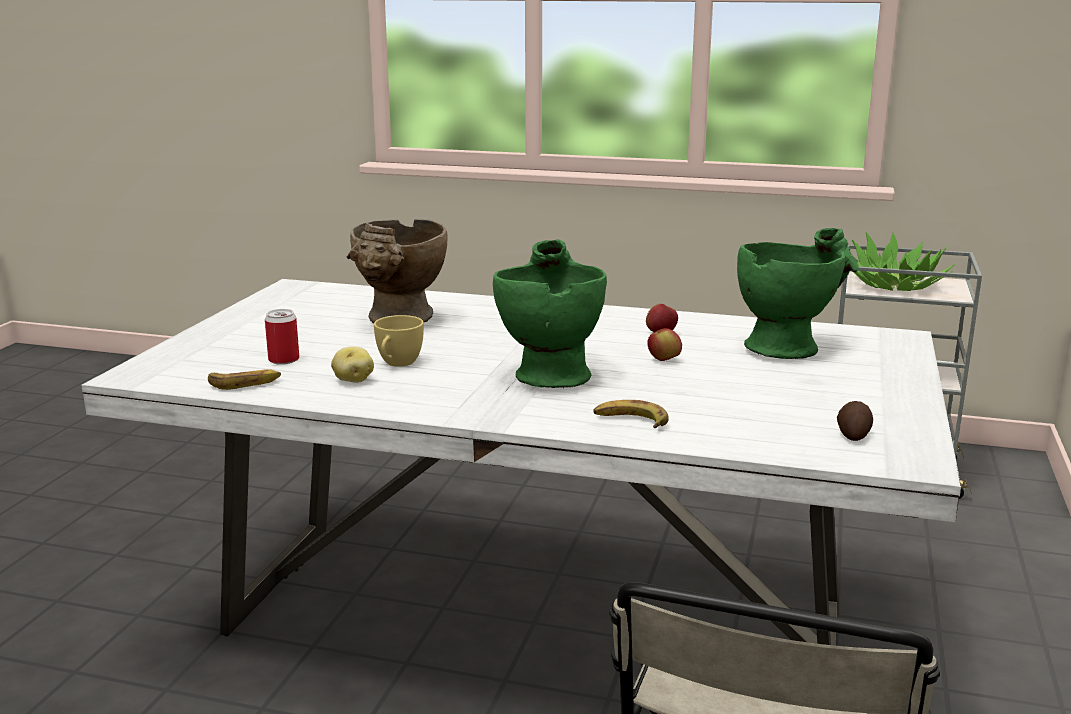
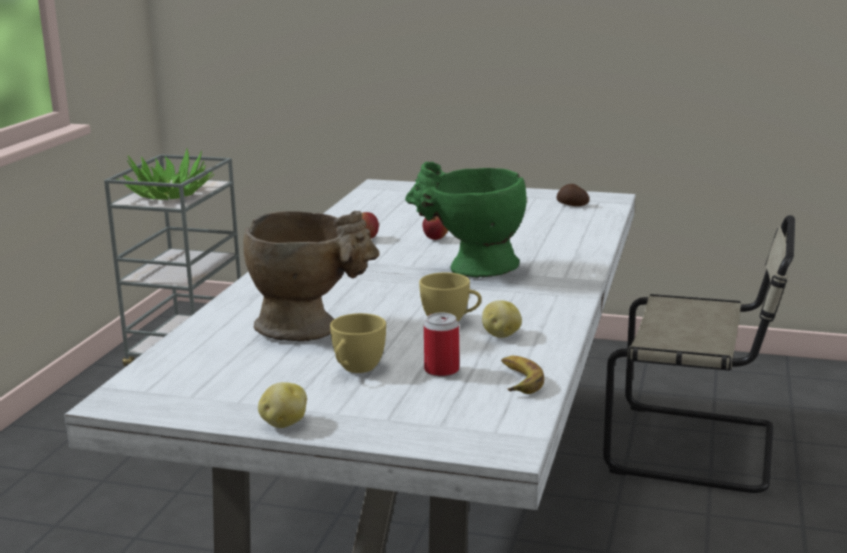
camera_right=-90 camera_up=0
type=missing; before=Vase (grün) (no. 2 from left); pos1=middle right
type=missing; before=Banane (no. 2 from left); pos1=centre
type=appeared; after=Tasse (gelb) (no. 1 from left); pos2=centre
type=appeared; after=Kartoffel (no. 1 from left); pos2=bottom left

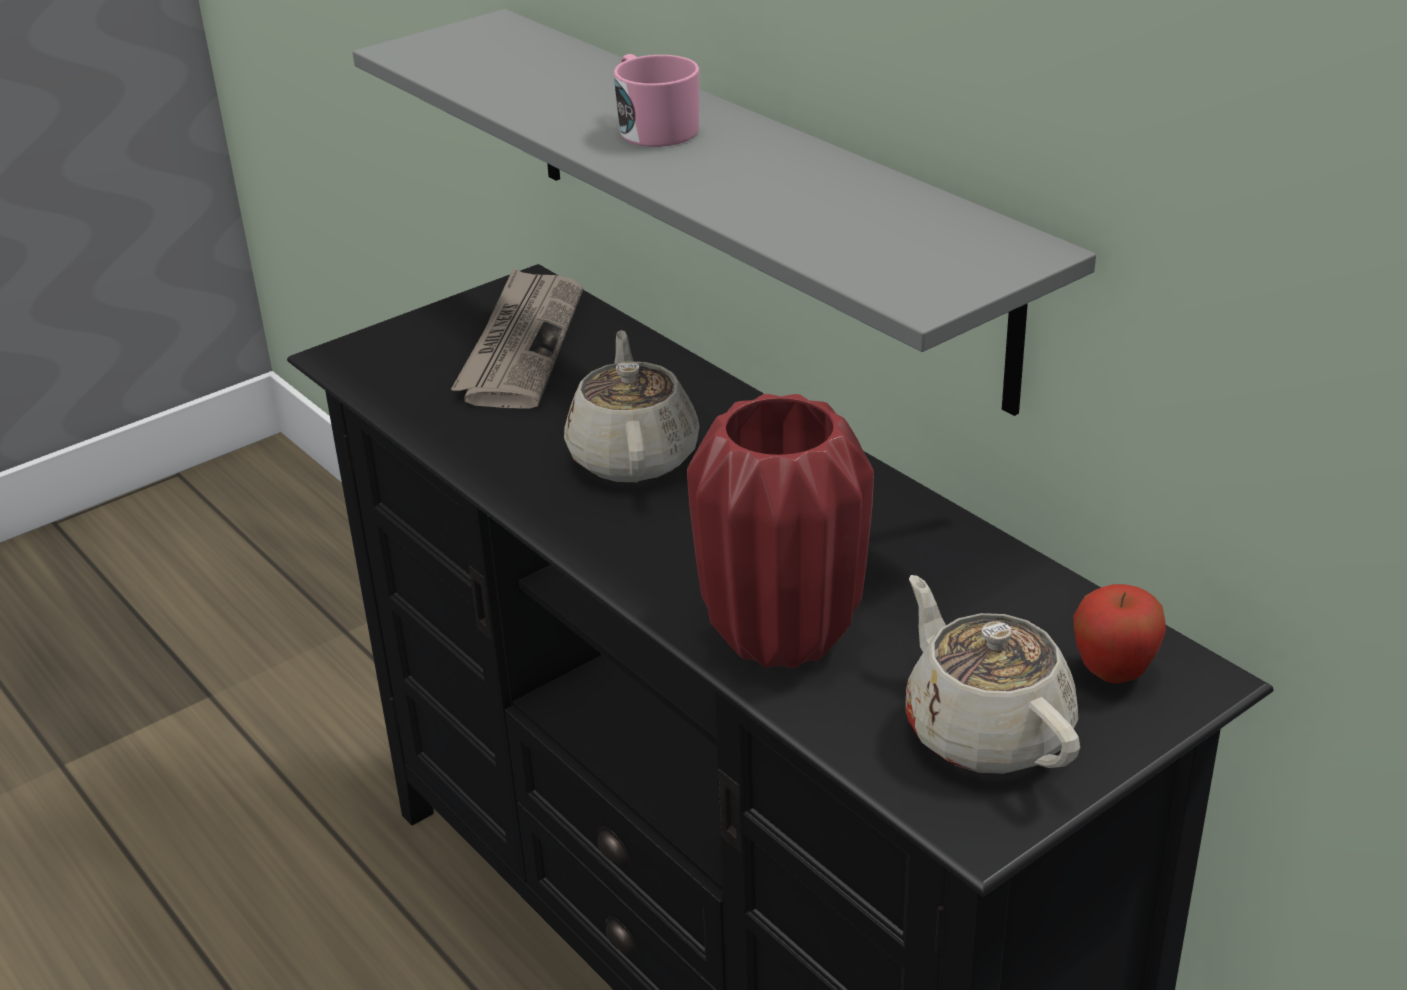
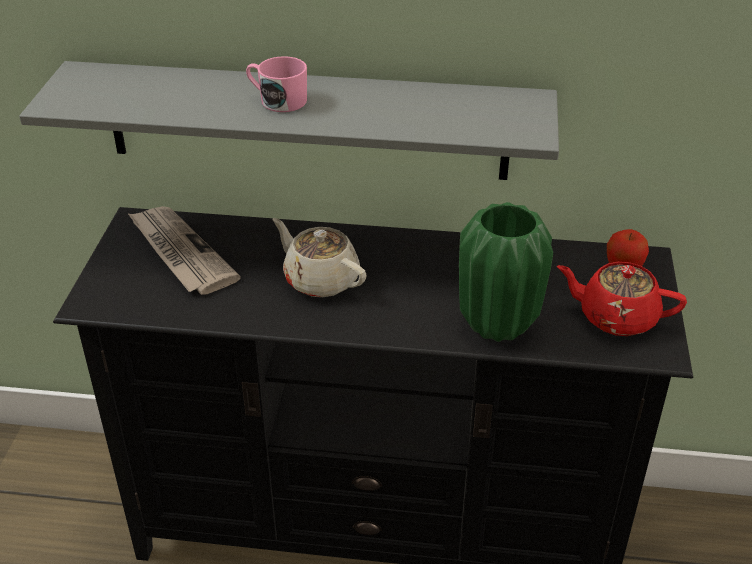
camera_right=-45 camera_up=5
type=colour; before=Vase (rot); after=Vase (grün); pos1=centre; pos2=middle right
type=colour; before=Teekanne (beige) (no. 2 from left); after=Teekanne (rot); pos1=bottom right; pos2=middle right

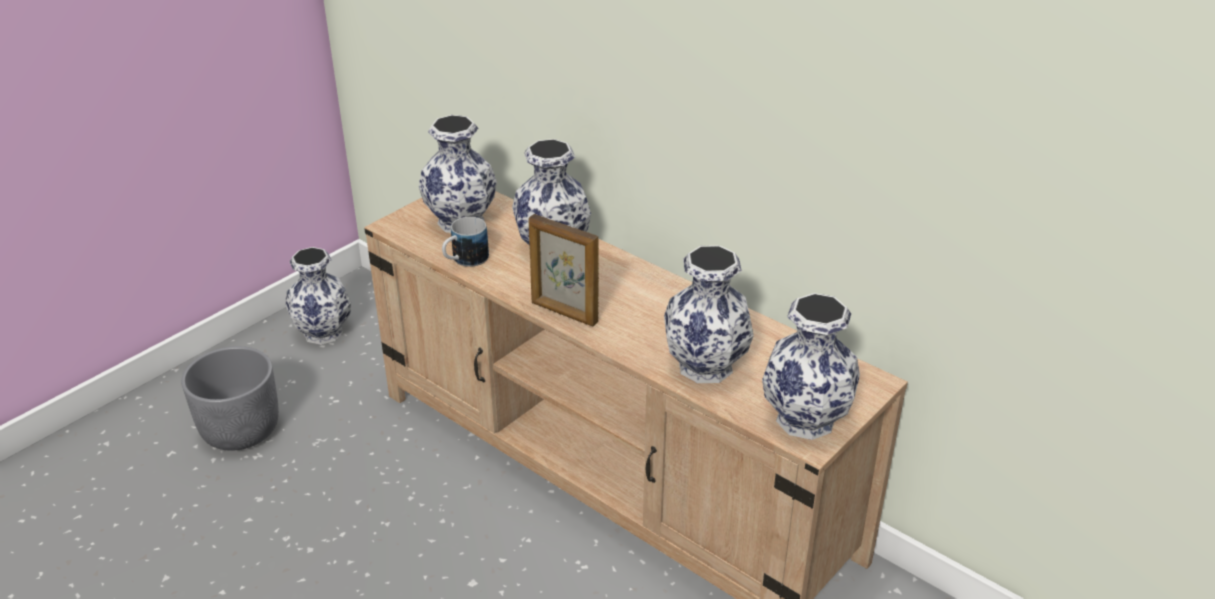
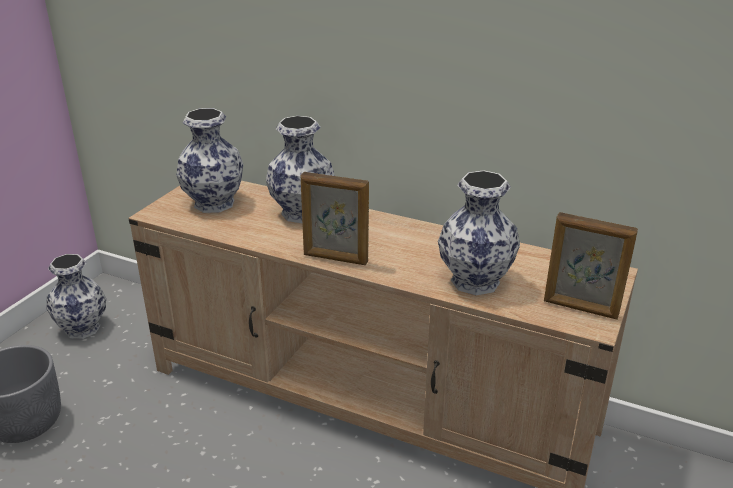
camera_right=-15 camera_up=-5
type=missing; before=Henkelbecher; pos1=centre
type=exchanged; before=Vase (no. 5 from left); after=Bilderrahmen (no. 2 from left); pos1=middle right; pos2=middle right

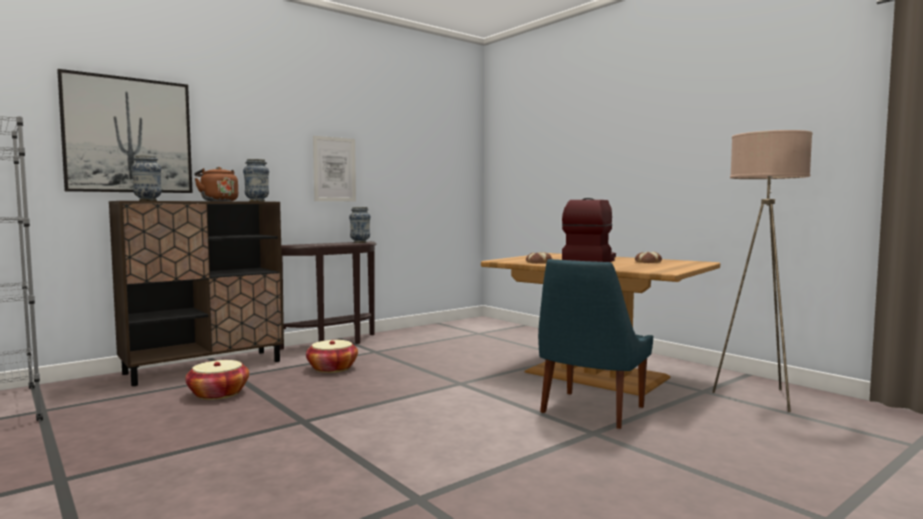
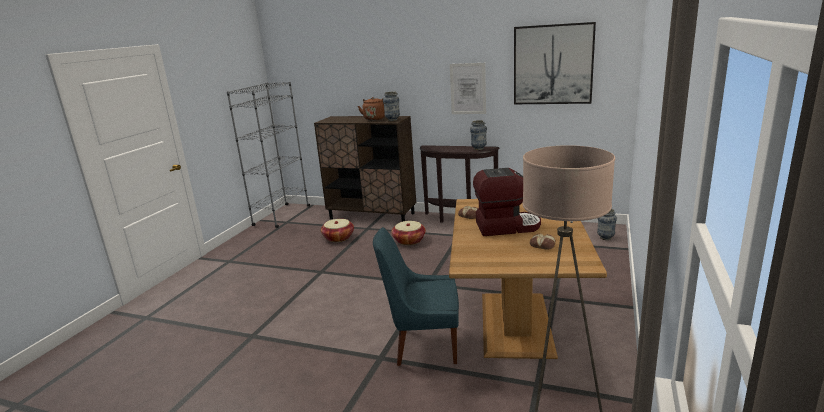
camera_right=60 camera_up=15
type=relocated; before=Bild (no. 1 from left in the first image); after=Bild (no. 2 from left); pos1=top left; pos2=top right
type=relocated; before=Vase (no. 1 from left in the first image); after=Vase (no. 3 from left); pos1=middle left; pos2=middle right

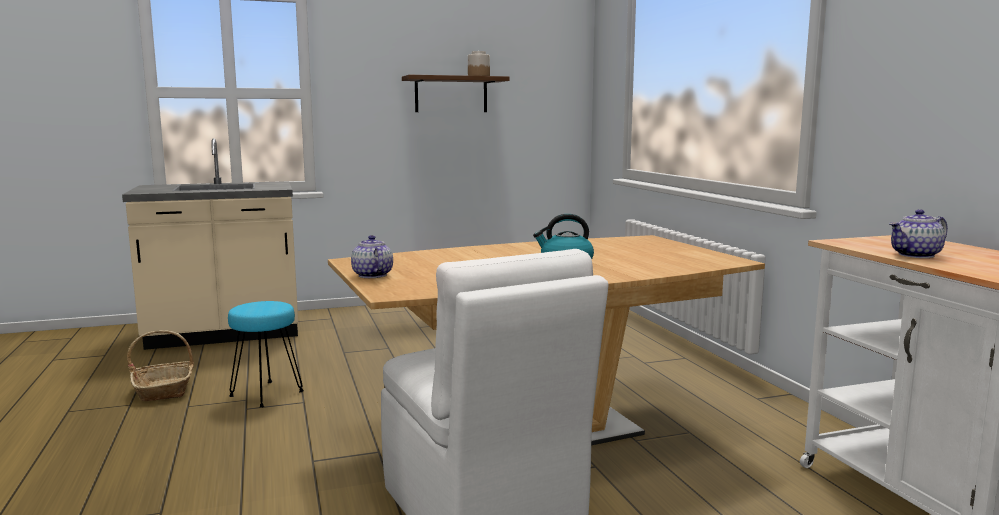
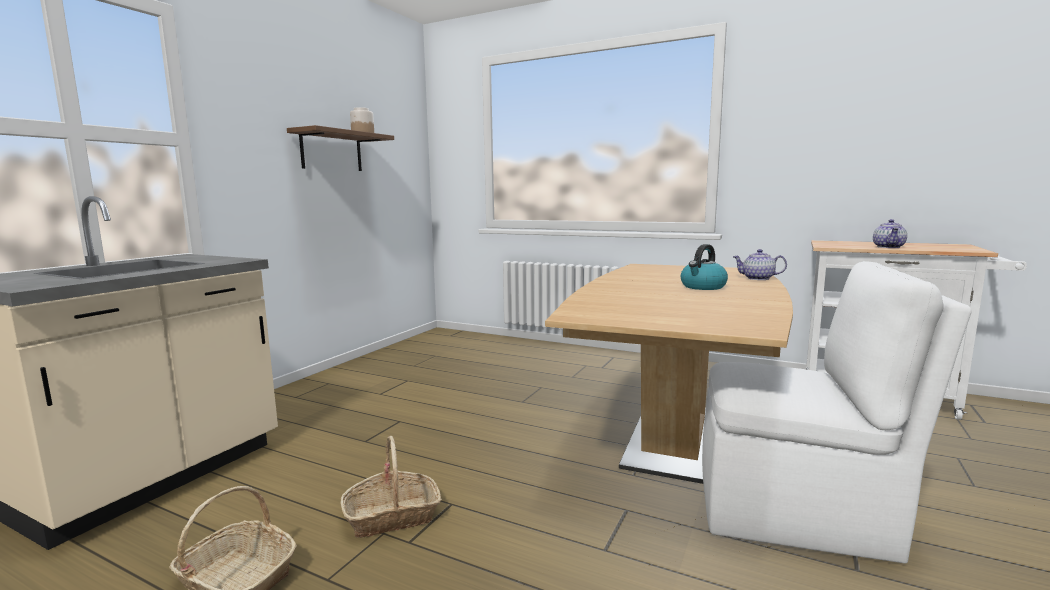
camera_right=-45 camera_up=0
type=relocated; before=Teekanne (no. 1 from left); pos1=centre; pos2=middle right
type=exchanged; before=Hocker (türkis); after=Korb (no. 2 from left); pos1=bottom left; pos2=bottom centre

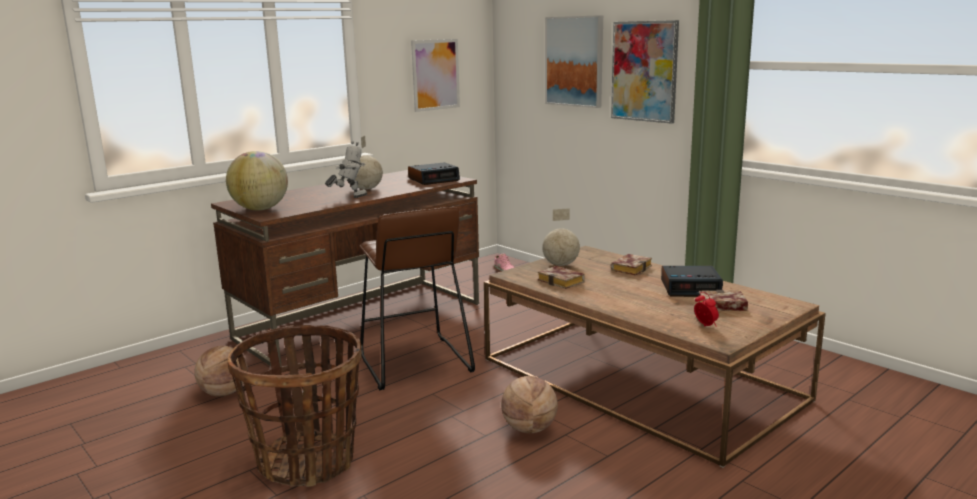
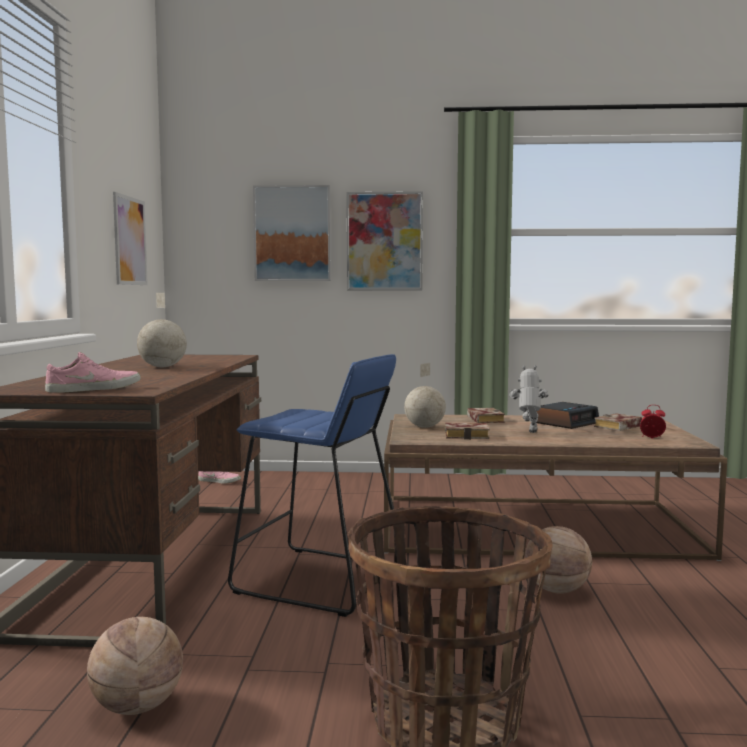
camera_right=-45 camera_up=-10
type=relocated; before=Spielzeugroboter; pos1=centre; pos2=middle right
type=exchanged; before=Globus (no. 1 from left); after=Schuh (rosa) (no. 1 from left); pos1=middle left; pos2=middle left
type=missing; before=Wecker (no. 1 from left); pos1=centre
type=colour; before=Hocker (braun); after=Hocker (blau); pos1=centre; pos2=centre

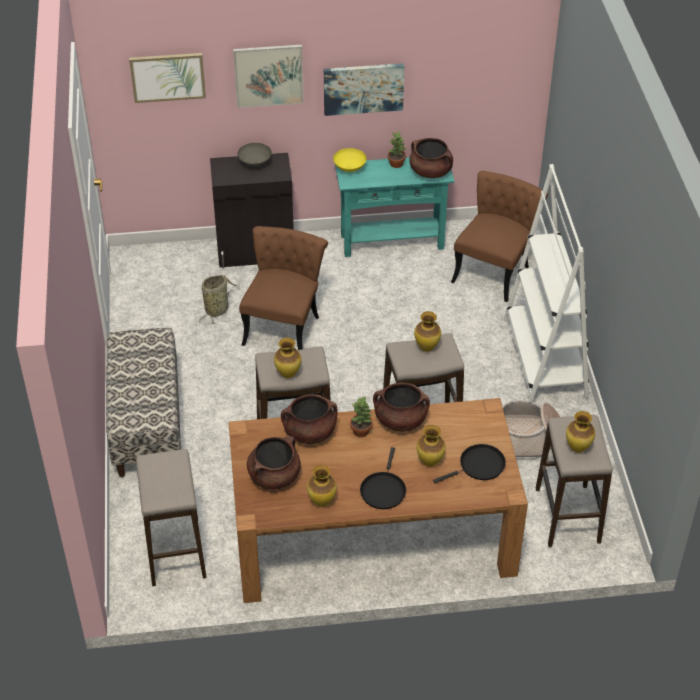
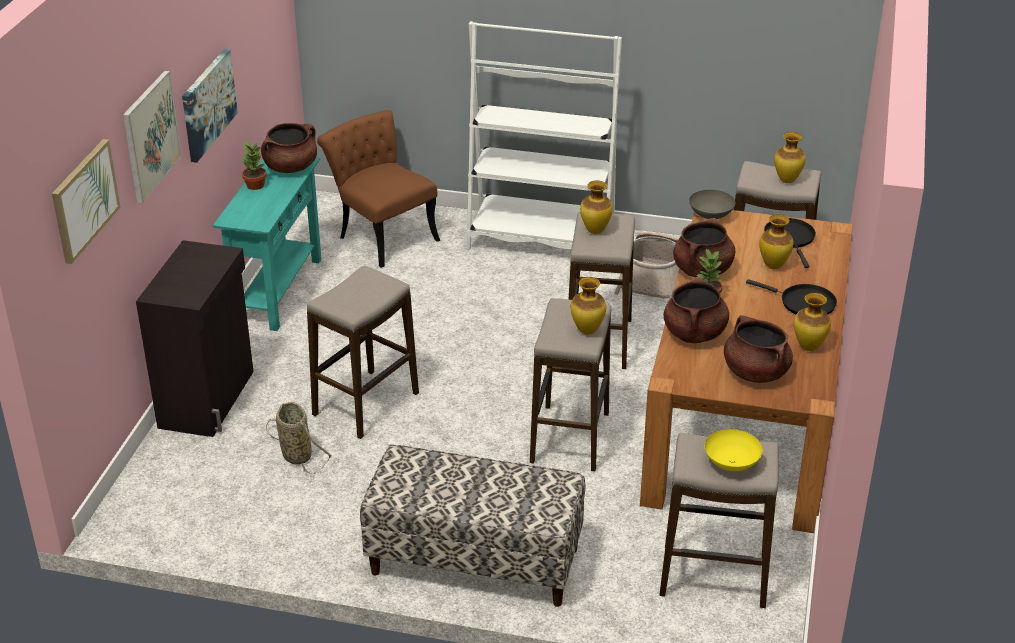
camera_right=-70 camera_up=-10
type=relocated; before=Schüssel (grau); pos1=top centre; pos2=top right
type=relocated; before=Schüssel (gelb); pos1=top centre; pos2=bottom right
type=exchanged; before=Stuhl (braun) (no. 1 from left); after=Hocker (no. 1 from left); pos1=centre; pos2=centre

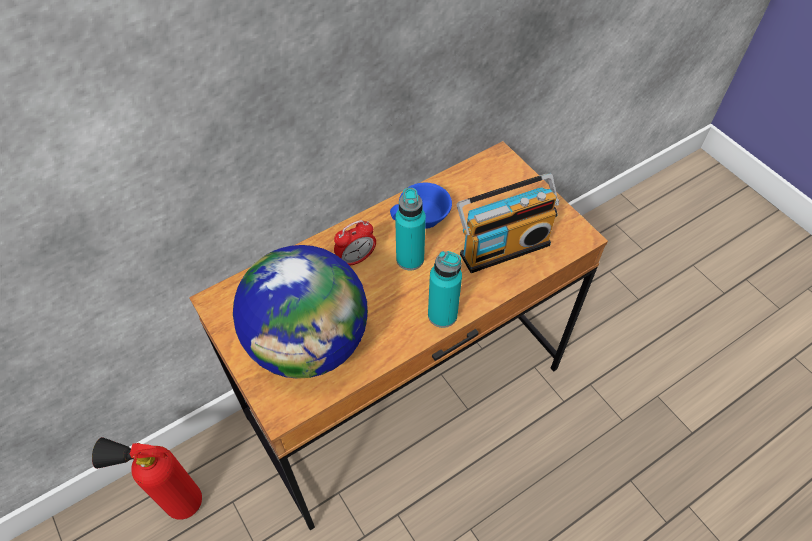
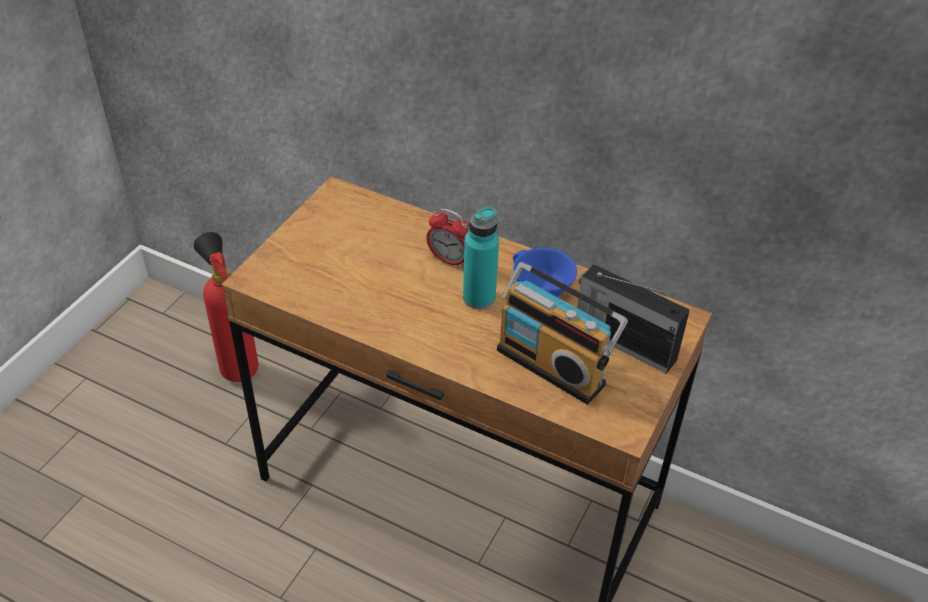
camera_right=60 camera_up=-10
type=missing; before=Globus; pos1=centre
type=missing; before=Flasche (türkis) (no. 2 from left); pos1=centre
type=appeared; after=Radio (no. 2 from left); pos2=middle right

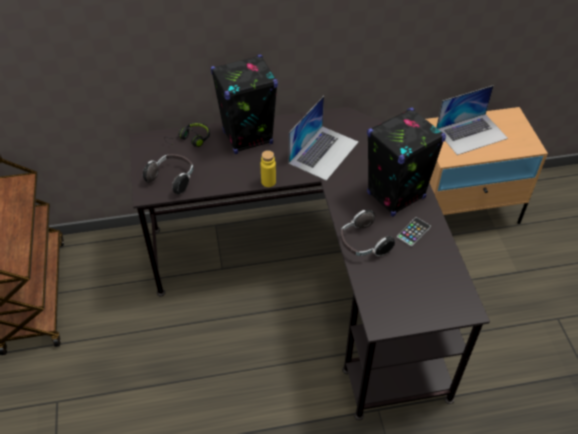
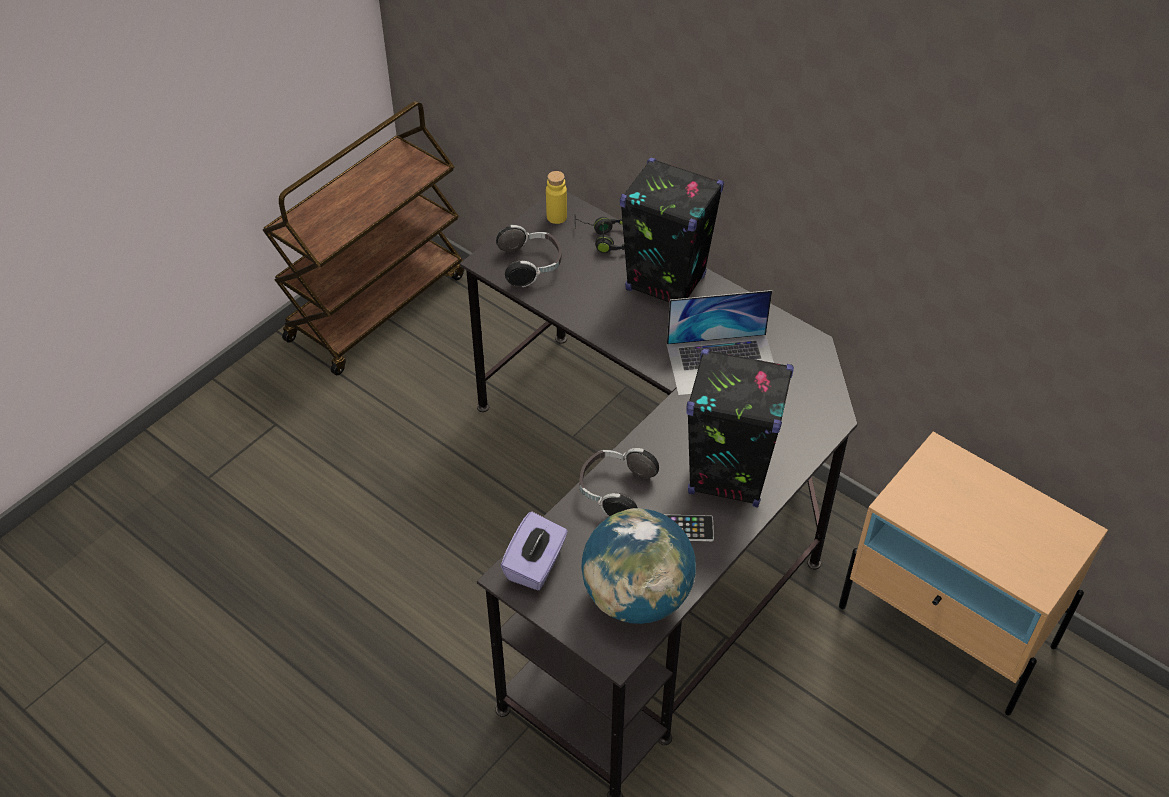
camera_right=50 camera_up=0
type=missing; before=Laptop (no. 2 from left); pos1=top right
type=relocated; before=Flasche (gelb); pos1=centre; pos2=top centre
type=appeared; after=Globus; pos2=bottom centre
type=appeared; after=Taschentuchbox (lila); pos2=bottom centre

